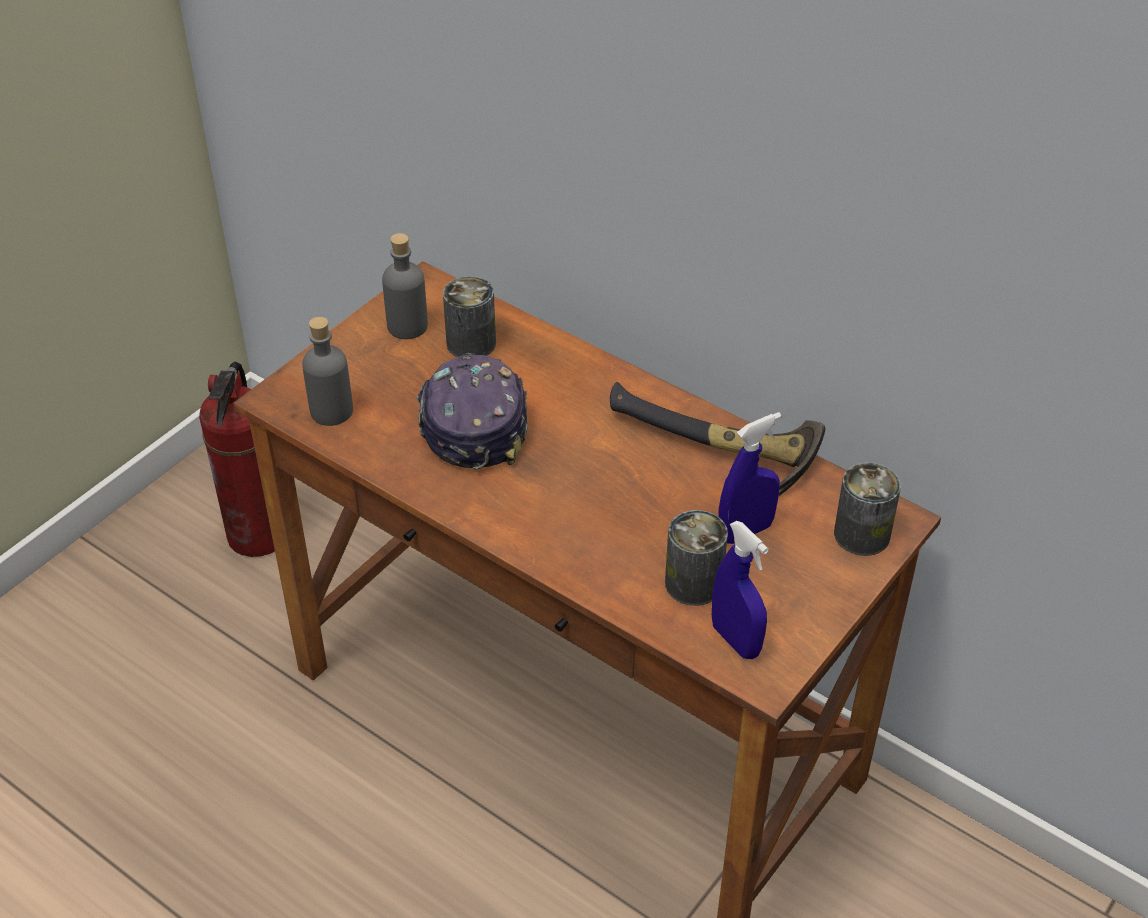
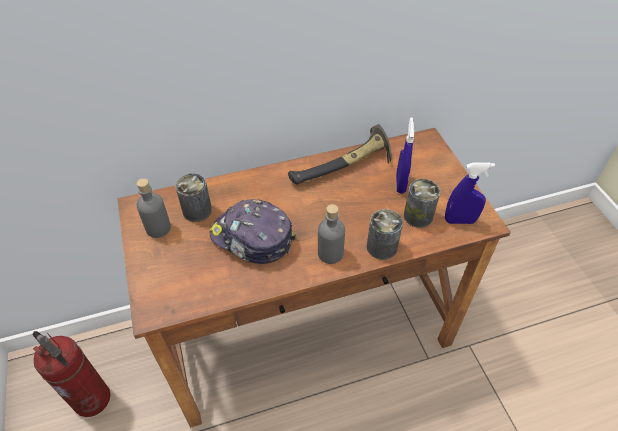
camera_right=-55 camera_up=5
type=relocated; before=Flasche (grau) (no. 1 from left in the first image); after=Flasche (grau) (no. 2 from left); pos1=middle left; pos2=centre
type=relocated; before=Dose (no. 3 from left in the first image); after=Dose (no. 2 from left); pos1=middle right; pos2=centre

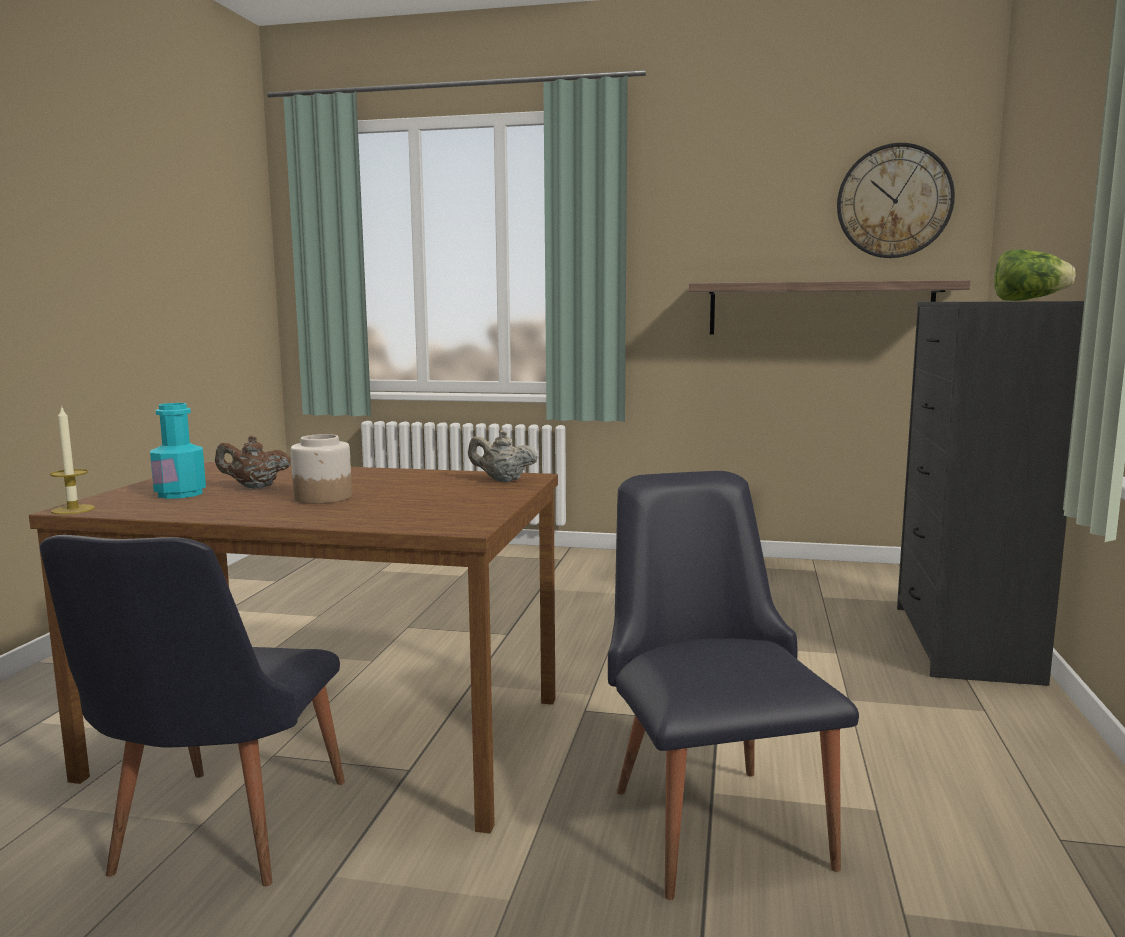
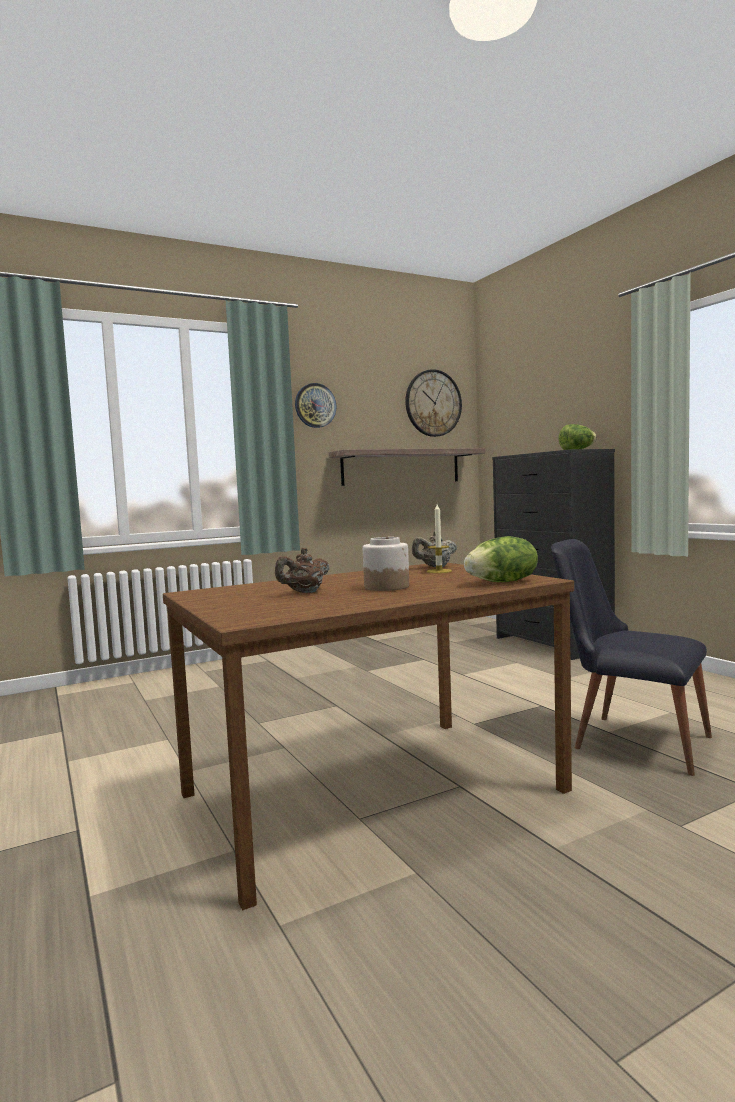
camera_right=-40 camera_up=-5
type=missing; before=Flasche (türkis); pos1=middle left
type=relocated; before=Kerze; pos1=middle left; pos2=centre
type=missing; before=Stuhl (schwarz) (no. 1 from left); pos1=bottom left
type=appeared; after=Wanduhr (no. 1 from left); pos2=centre
type=appeared; after=Salatkopf (no. 1 from left); pos2=middle right

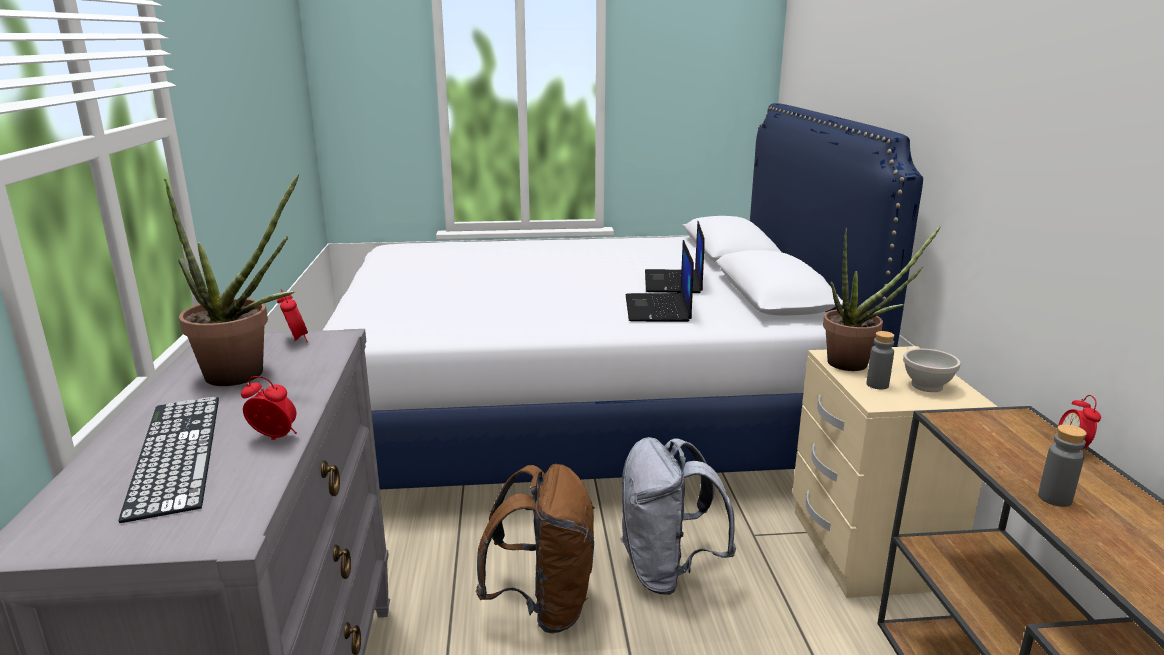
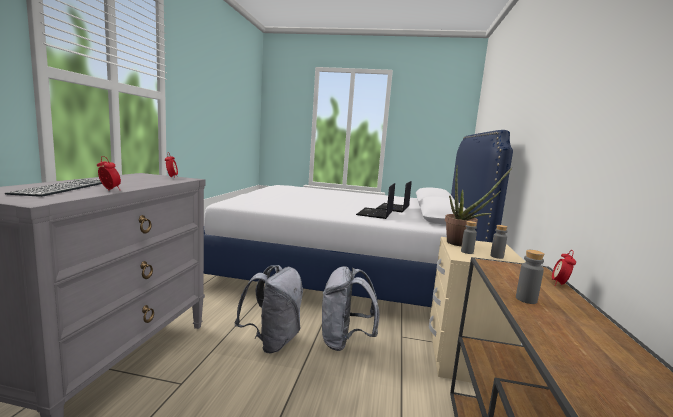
camera_right=15 camera_up=-10
type=missing; before=Topfpflanze (no. 1 from left); pos1=middle left
type=exchanged; before=Schüssel (weiß); after=Flasche (grau) (no. 2 from left); pos1=middle right; pos2=middle right
type=colour; before=Rucksack (braun); after=Rucksack (grau) (no. 1 from left); pos1=bottom centre; pos2=bottom centre

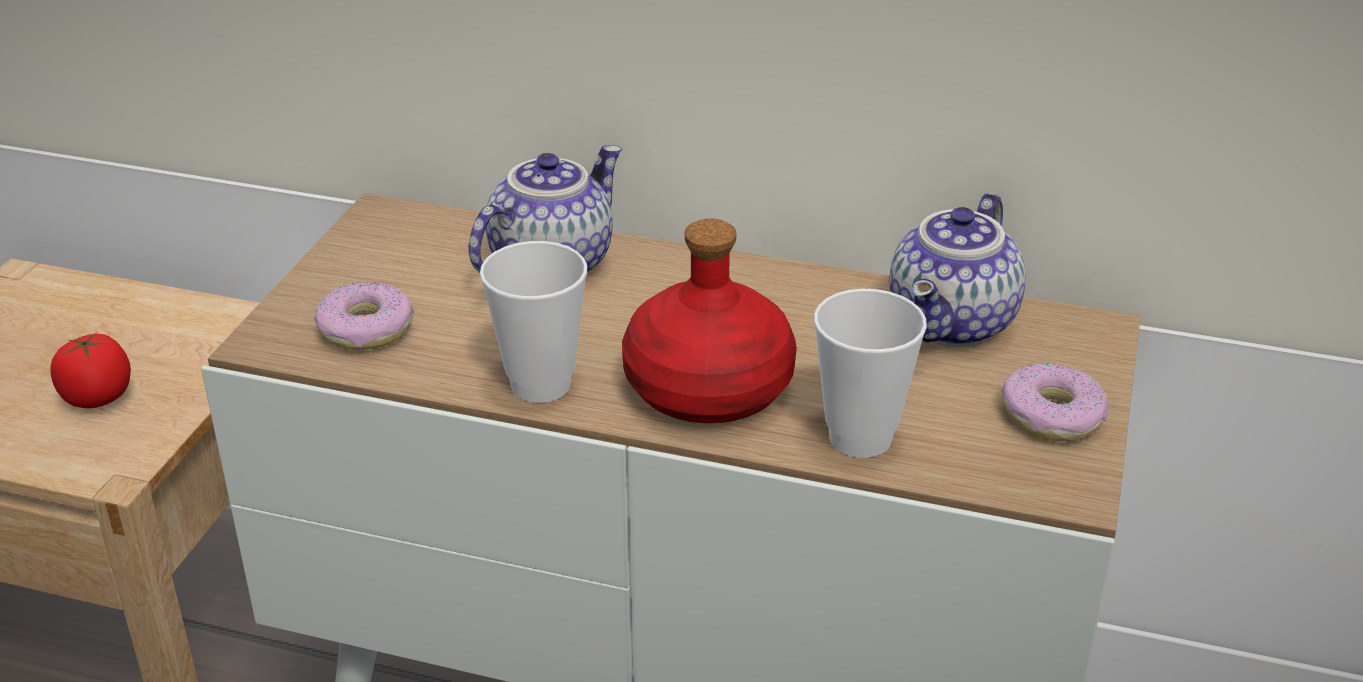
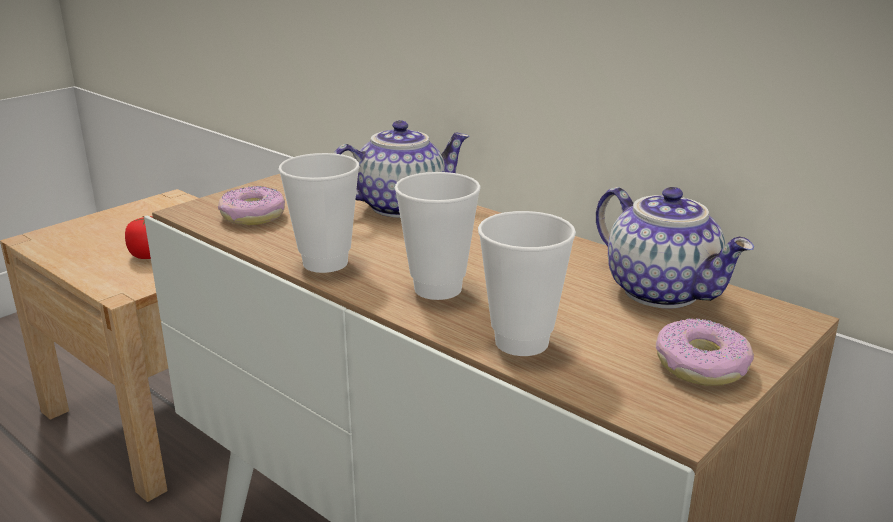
camera_right=25 camera_up=-10
type=spun; before=Teekanne (no. 2 from left); pos1=middle right; pos2=middle right; turn=-90
type=exchanged; before=Flasche (rot); after=Tasse (no. 2 from left); pos1=centre; pos2=centre

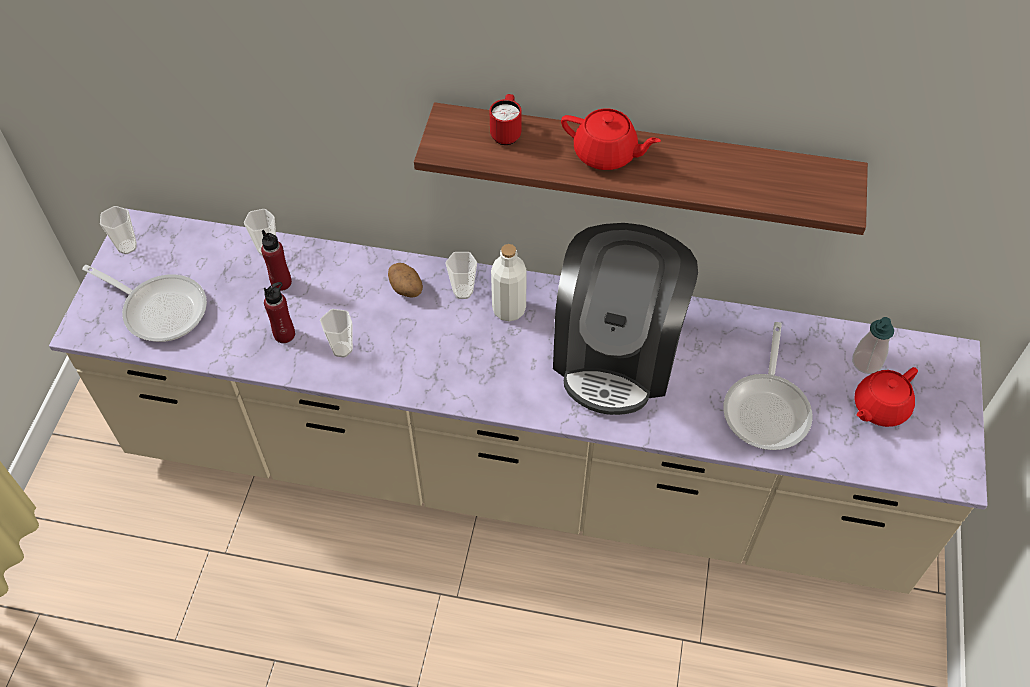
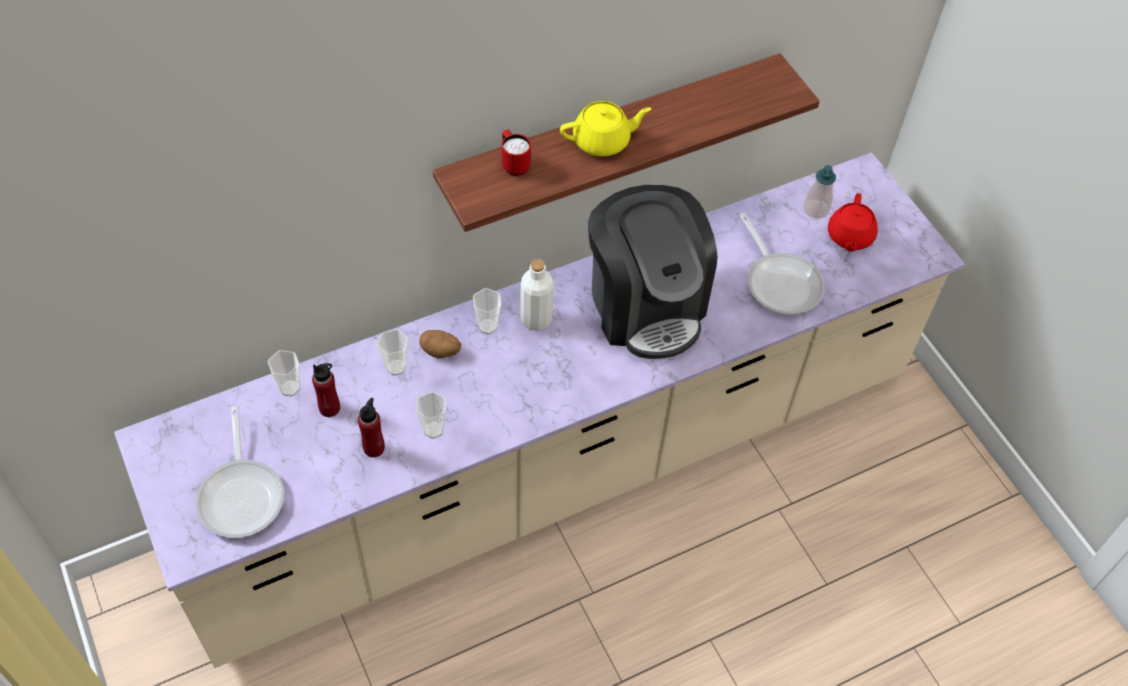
camera_right=-40 camera_up=0
type=colour; before=Teekanne (rot) (no. 1 from left); after=Teekanne (gelb); pos1=top centre; pos2=top centre
type=relocated; before=Tasse (no. 1 from left in the first image); after=Tasse (no. 2 from left); pos1=middle left; pos2=centre
type=spun; before=Pfanne (no. 1 from left); pos1=middle left; pos2=bottom left; turn=90

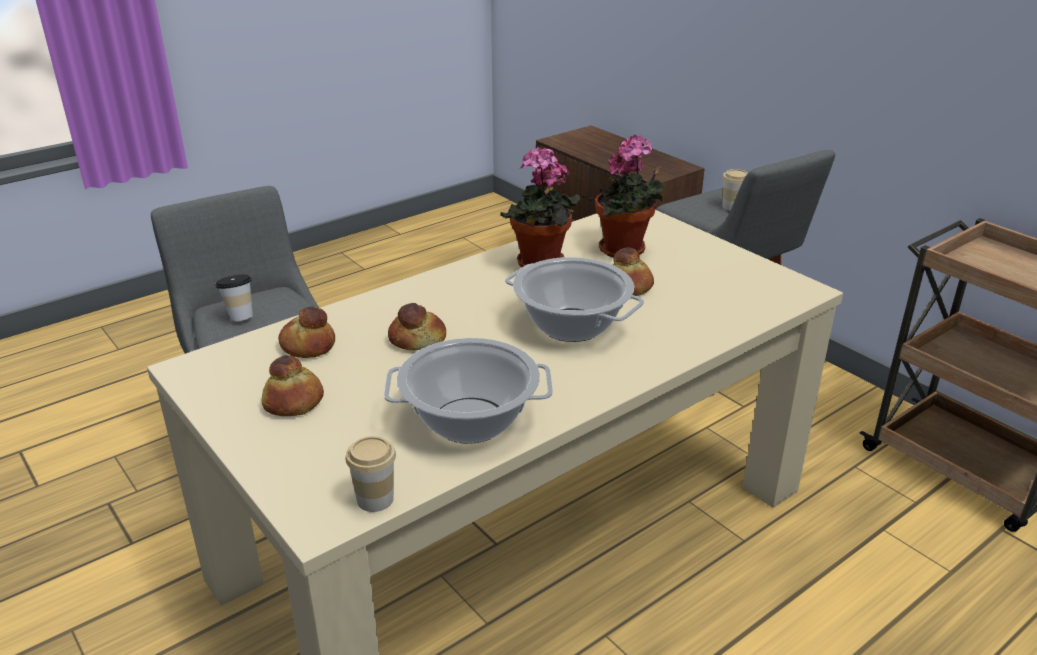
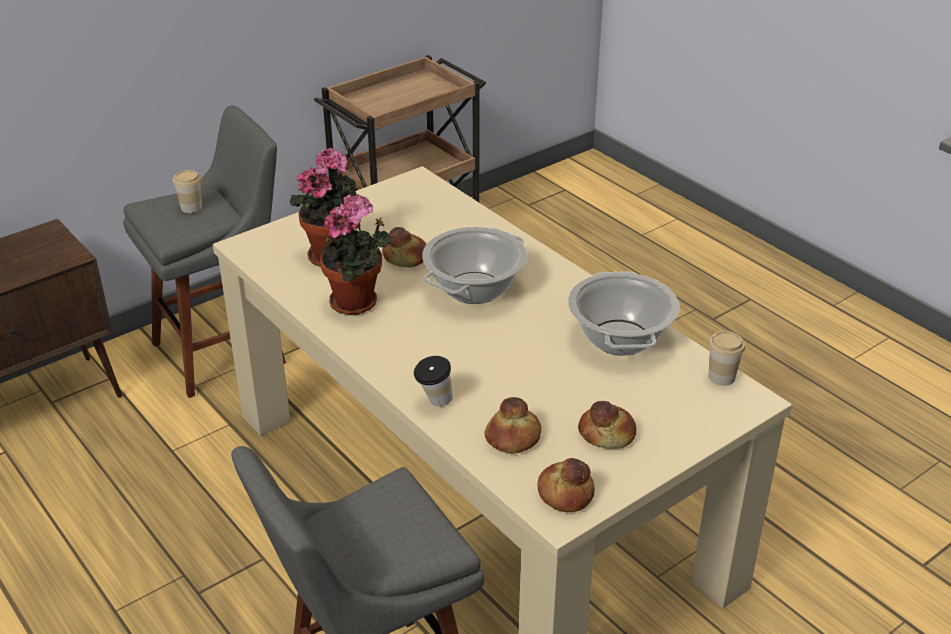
camera_right=-90 camera_up=5
type=relocated; before=Tasse (no. 1 from left in the first image); after=Tasse (no. 2 from left); pos1=middle left; pos2=centre
type=relocated; before=Brot (no. 3 from left); pos1=centre; pos2=bottom centre

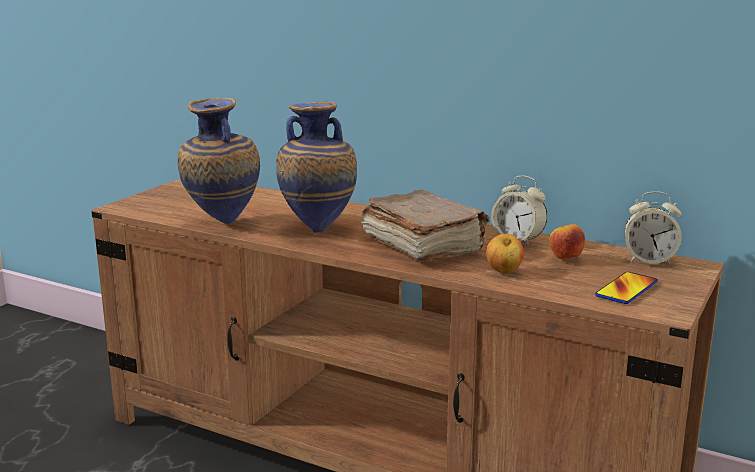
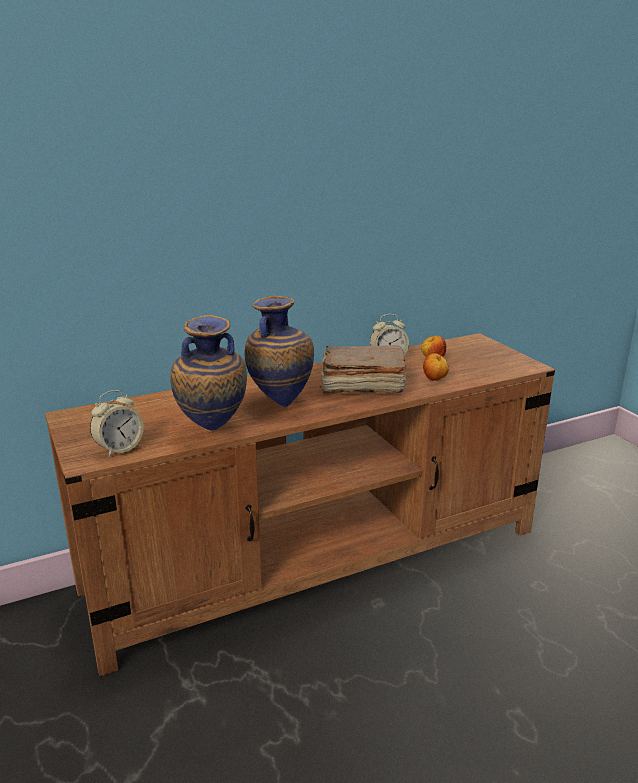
camera_right=-55 camera_up=5
type=relocated; before=Wecker (no. 2 from left in the first image); after=Wecker (no. 1 from left); pos1=middle right; pos2=middle left
type=missing; before=Handy; pos1=middle right

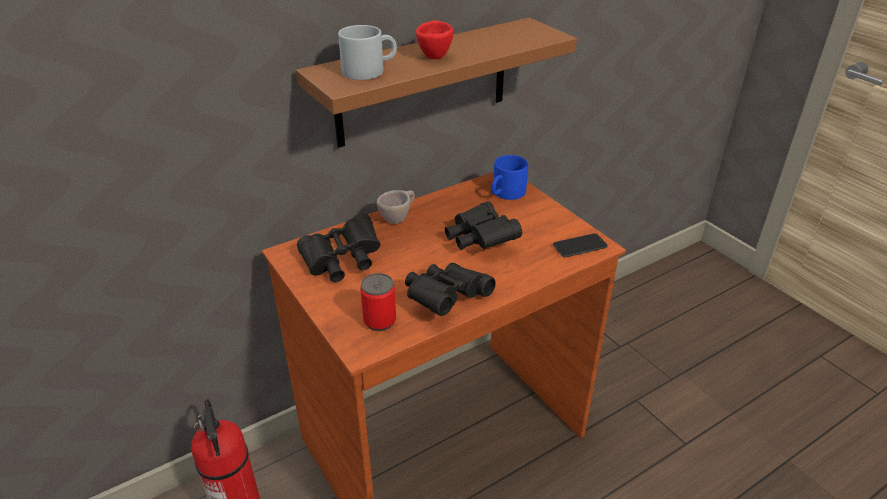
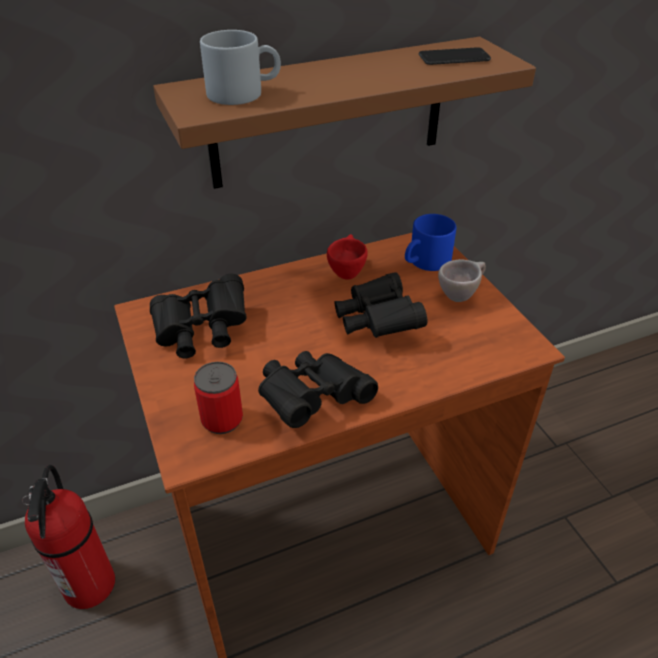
camera_right=10 camera_up=5
type=relocated; before=Tasse (rot); pos1=top centre; pos2=centre
type=relocated; before=Tasse (beige); pos1=centre; pos2=middle right
type=relocated; before=Handy; pos1=centre; pos2=top right

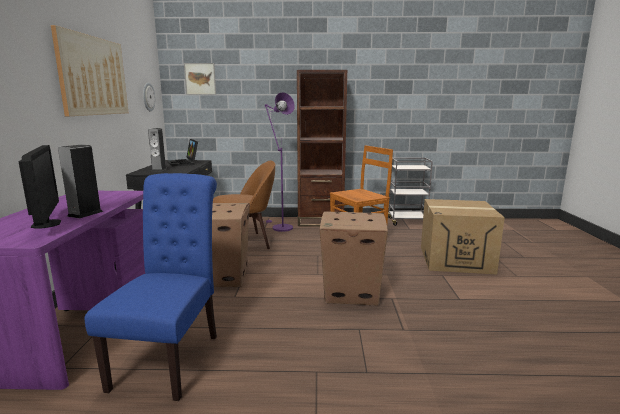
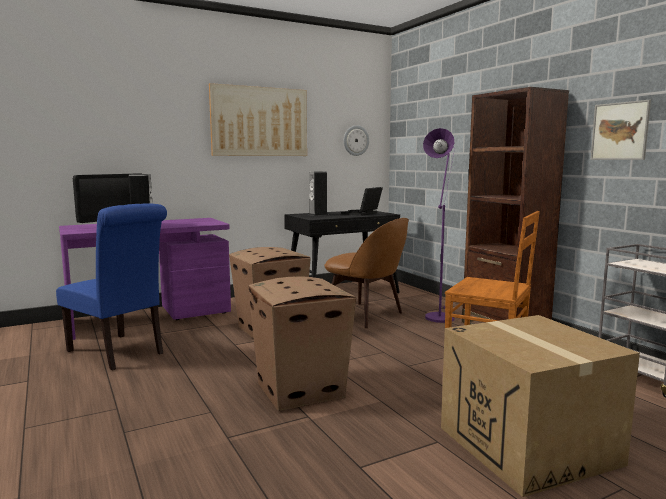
camera_right=60 camera_up=-5
type=relocated; before=Bild (no. 2 from left); pos1=top left; pos2=top right
type=spun; before=Stuhl (blau); pos1=bottom left; pos2=middle left; turn=60

